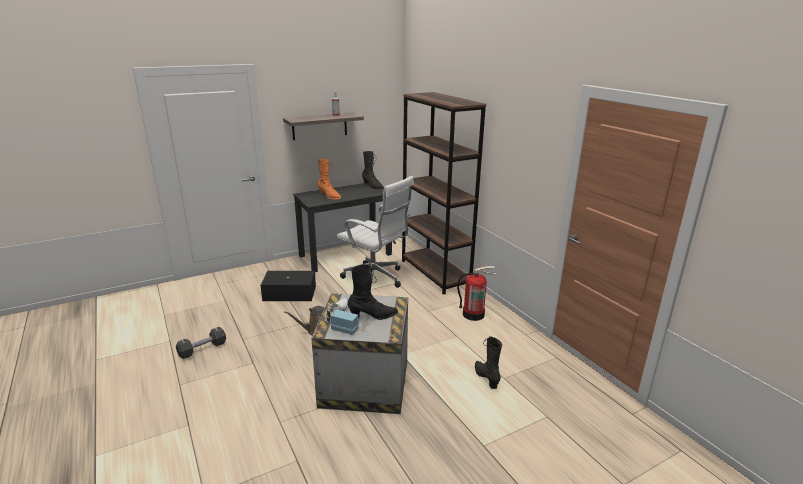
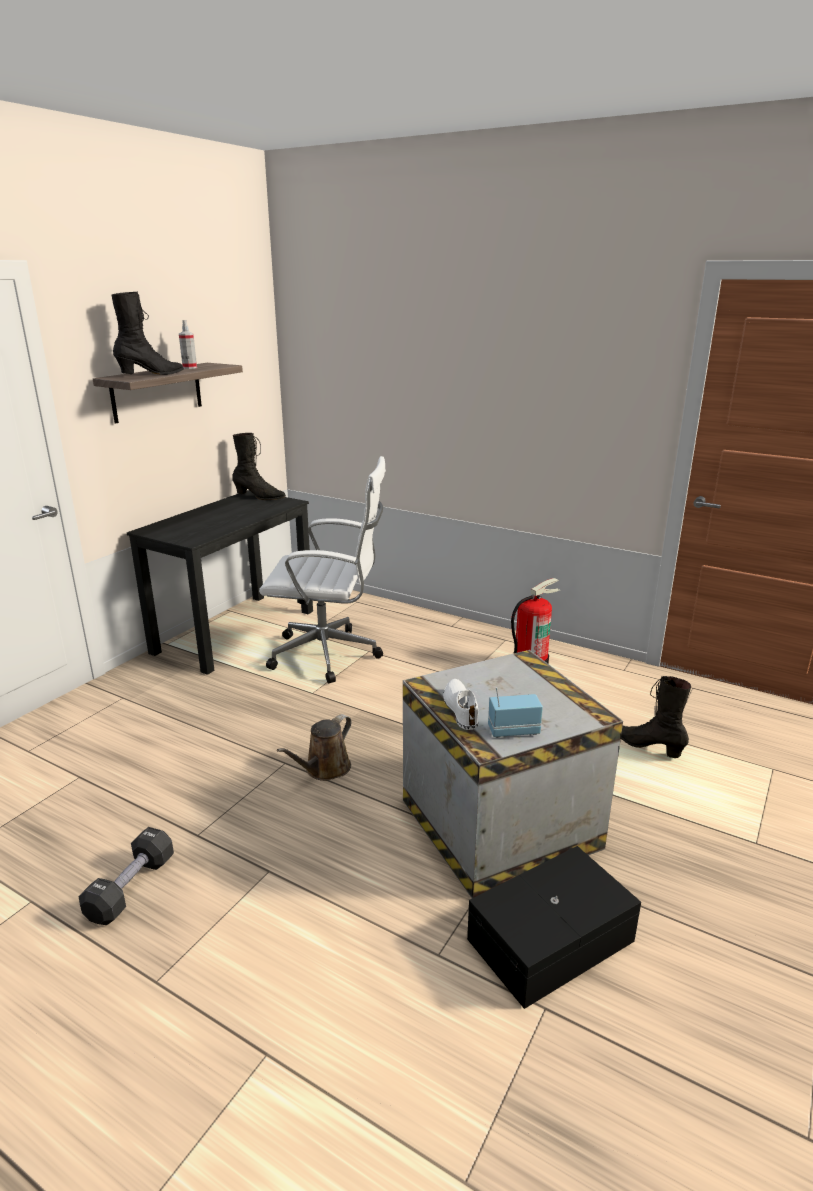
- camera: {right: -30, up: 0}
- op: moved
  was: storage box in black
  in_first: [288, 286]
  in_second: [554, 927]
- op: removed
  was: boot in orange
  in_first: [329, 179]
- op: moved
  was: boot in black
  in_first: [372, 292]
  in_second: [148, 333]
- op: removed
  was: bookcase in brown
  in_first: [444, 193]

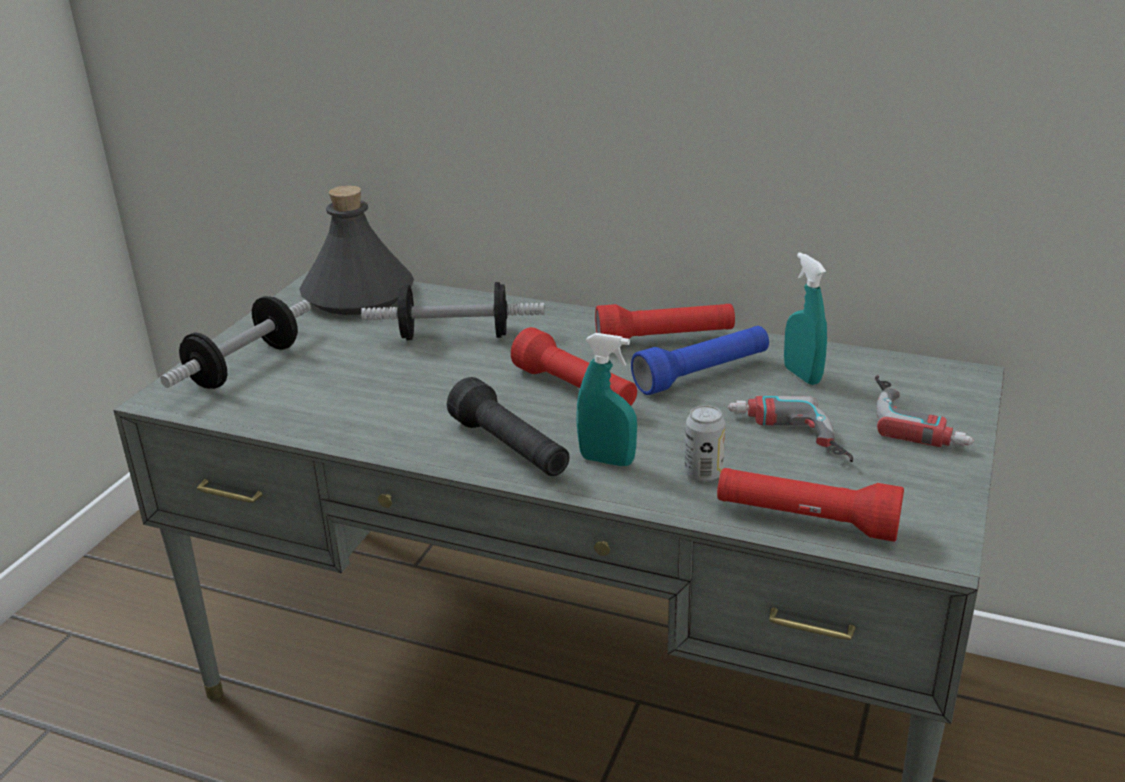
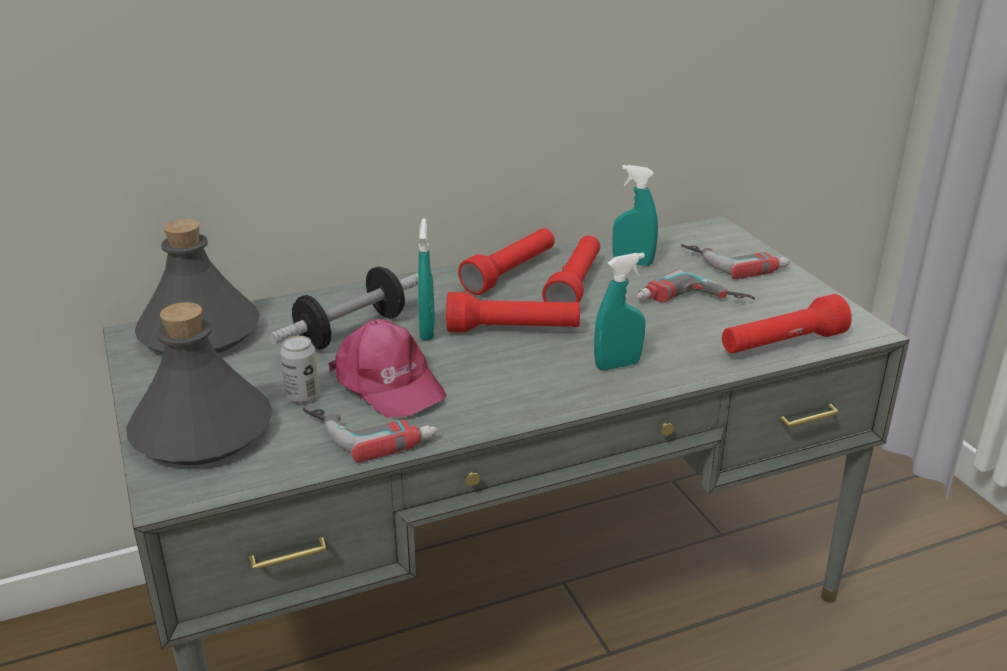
- camera: {right: -45, up: 0}
- op: replaced
  was: dumbbell
  now: bottle in grey
  in_first: [235, 342]
  in_second: [199, 383]
- op: removed
  was: flashlight in black
  in_first: [508, 426]
- op: recoloured
  was: flashlight in blue
  now: flashlight in red
  in_first: [700, 360]
  in_second: [571, 269]
- op: moved
  was: can
  in_first: [705, 443]
  in_second: [300, 369]
- op: added
  now: power drill
  in_second: [370, 435]
- op: added
  now: cap in pink
  in_second: [387, 368]
- op: added
  now: spray bottle in turquoise
  in_second: [426, 279]

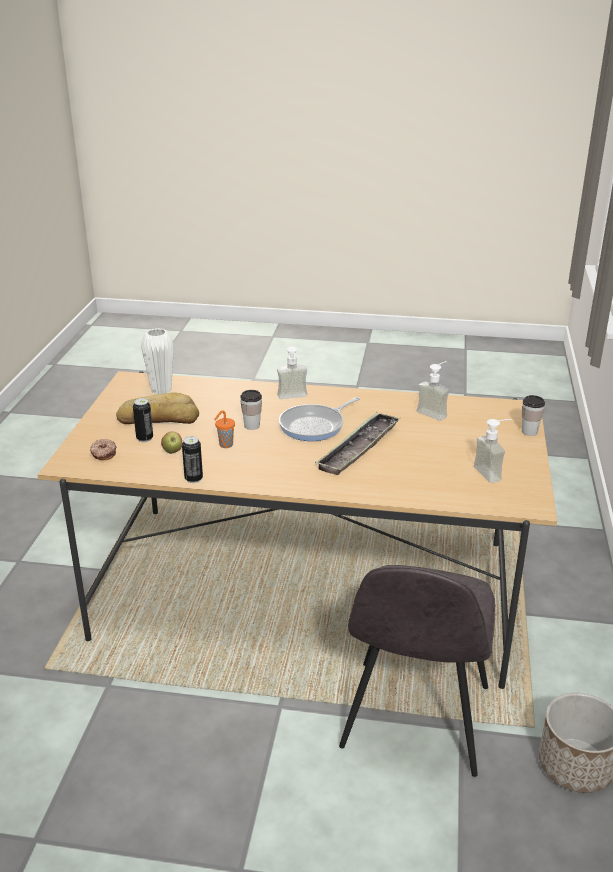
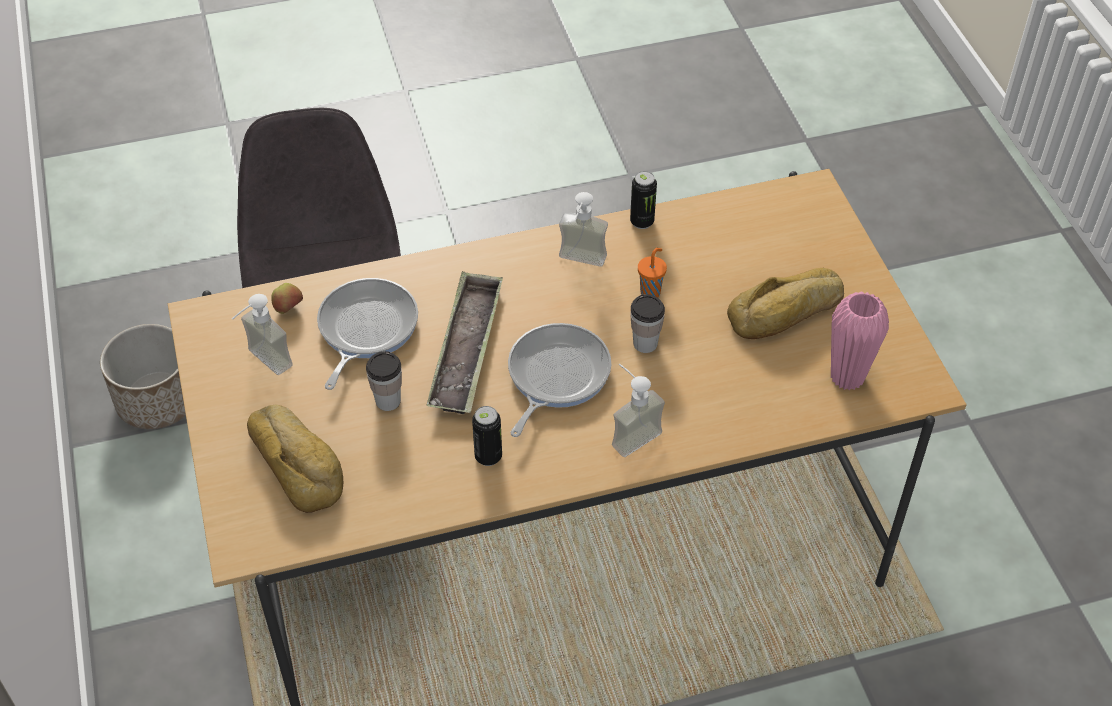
- camera: {right: 155, up: 20}
- op: removed
  was: donut
  in_first: [103, 450]
- op: moved
  was: can
  in_first: [143, 420]
  in_second: [487, 436]
- op: recoloured
  was: vase in white
  now: vase in pink
  in_first: [157, 361]
  in_second: [860, 341]
- op: moved
  was: apple
  in_first: [172, 443]
  in_second: [287, 298]
- op: moved
  was: soap dispenser
  in_first: [433, 391]
  in_second: [583, 229]
- op: moved
  was: cup
  in_first: [533, 415]
  in_second: [384, 381]
- op: added
  now: bread
  in_second: [295, 459]
- op: added
  now: frying pan
  in_second: [367, 334]

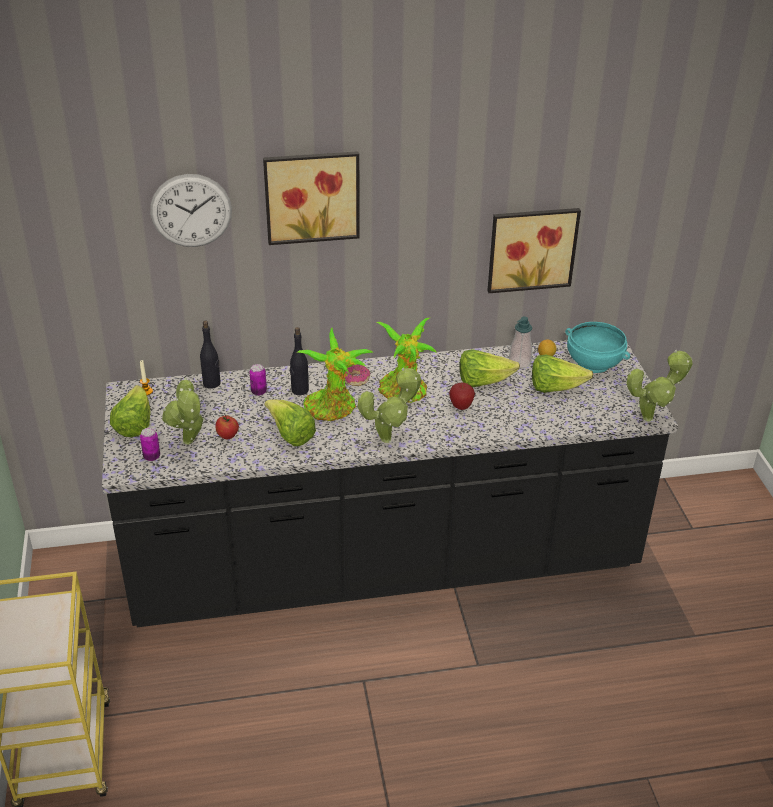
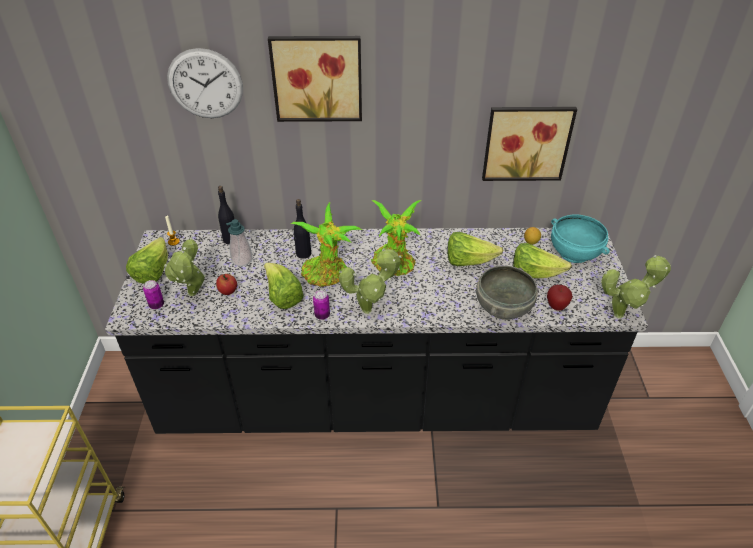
- camera: {right: 10, up: 5}
- op: moved
  was: can
  in_first: [258, 380]
  in_second: [321, 305]
- op: removed
  was: donut
  in_first: [357, 375]
- op: moved
  was: apple
  in_first: [462, 396]
  in_second: [560, 298]
- op: moved
  was: soap dispenser
  in_first: [520, 342]
  in_second: [239, 242]
- op: added
  now: bowl in grey
  in_second: [507, 293]

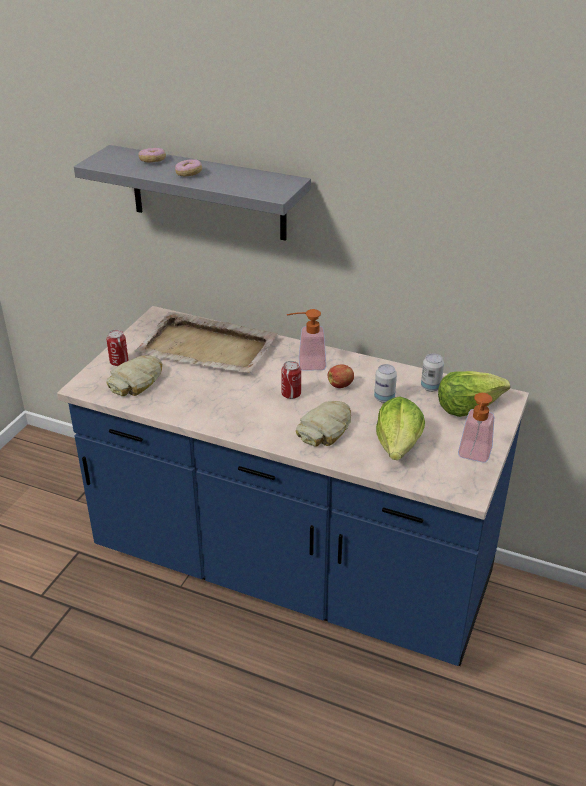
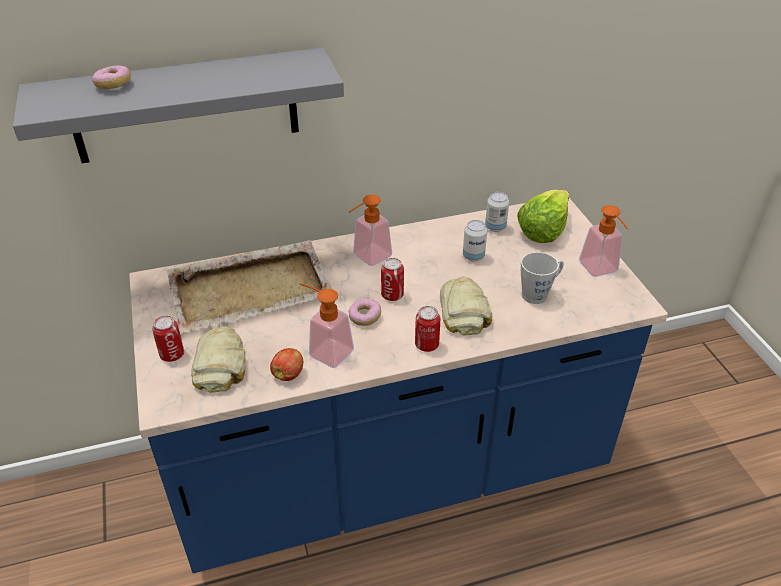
- camera: {right: -40, up: 5}
- op: moved
  was: donut
  in_first: [188, 167]
  in_second: [365, 312]
- op: moved
  was: apple
  in_first: [341, 376]
  in_second: [286, 364]
- op: replaced
  was: lettuce
  now: mug in grey
  in_first: [400, 428]
  in_second: [542, 278]
- op: added
  now: soap dispenser
  in_second: [327, 325]
- op: added
  now: can
  in_second: [427, 329]

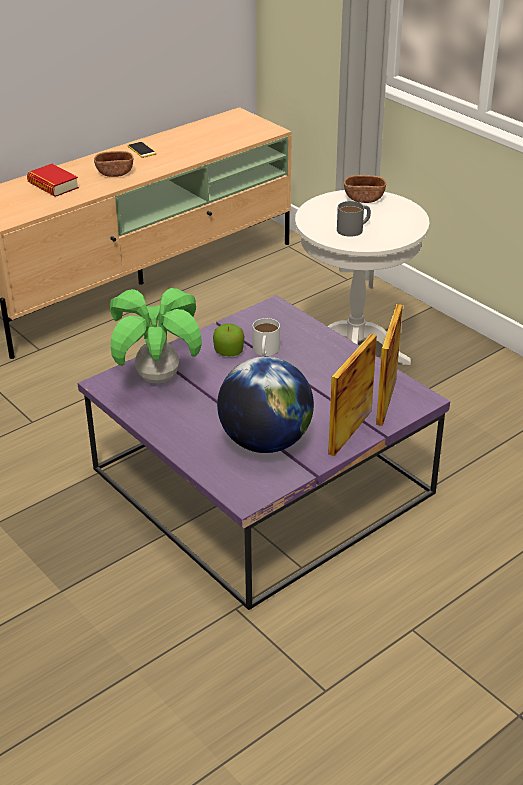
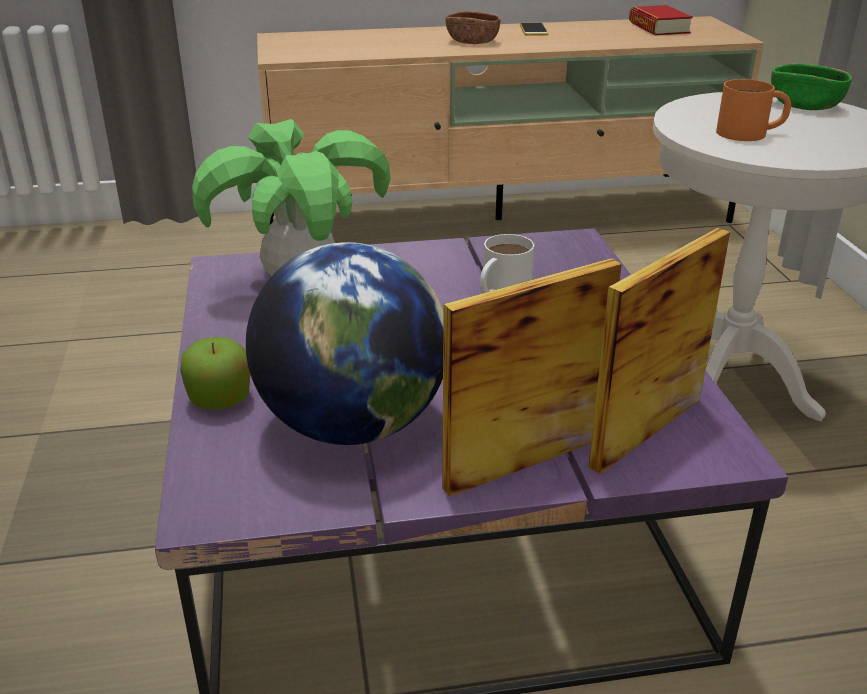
- camera: {right: 30, up: -5}
- op: moved
  was: book
  in_first: [53, 180]
  in_second: [661, 20]
- op: moved
  was: apple
  in_first: [228, 339]
  in_second: [215, 373]
- op: recoloured
  was: mug in grey
  now: mug in orange
  in_first: [354, 219]
  in_second: [753, 110]
- op: recoloured
  was: bowl in brown
  now: bowl in green
  in_first: [365, 189]
  in_second: [811, 86]

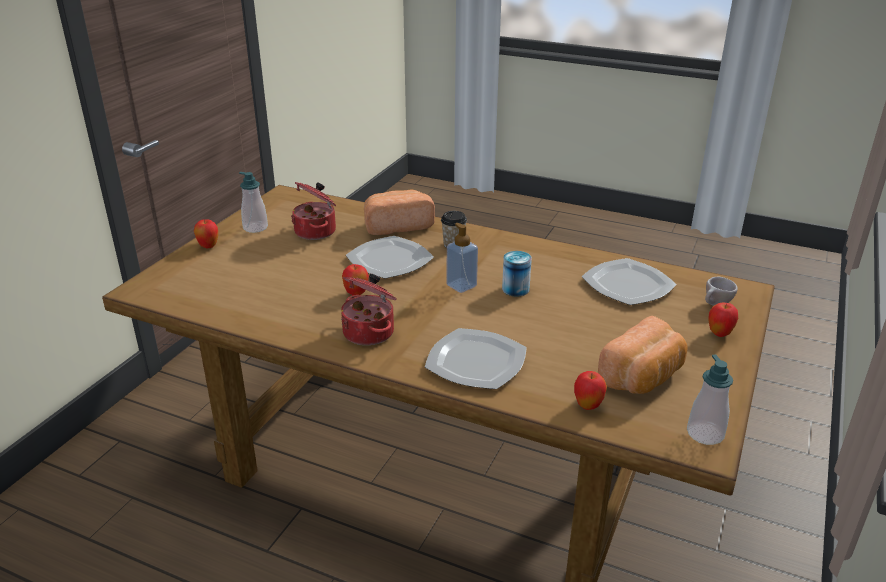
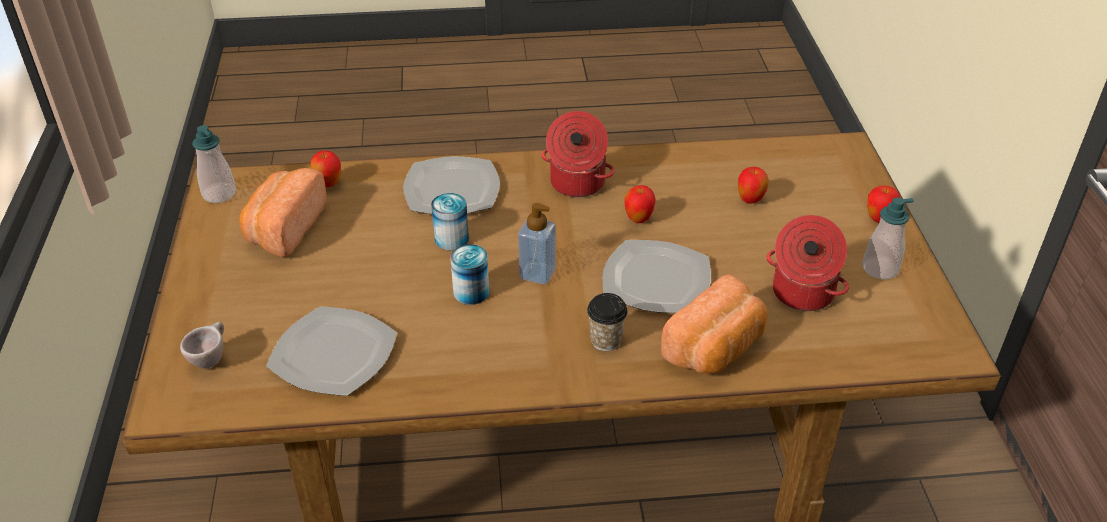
- camera: {right: 150, up: 10}
- op: moved
  was: apple
  in_first: [723, 320]
  in_second: [753, 185]
- op: added
  now: can
  in_second: [450, 221]

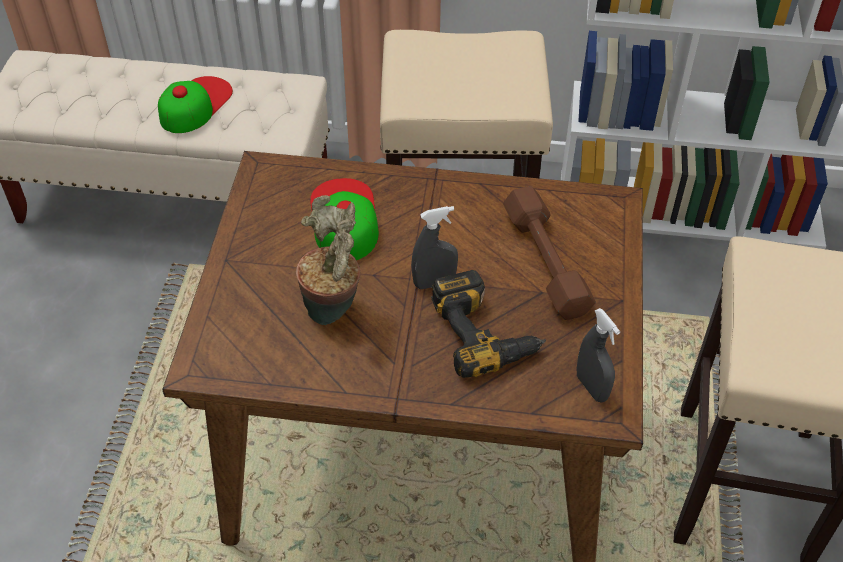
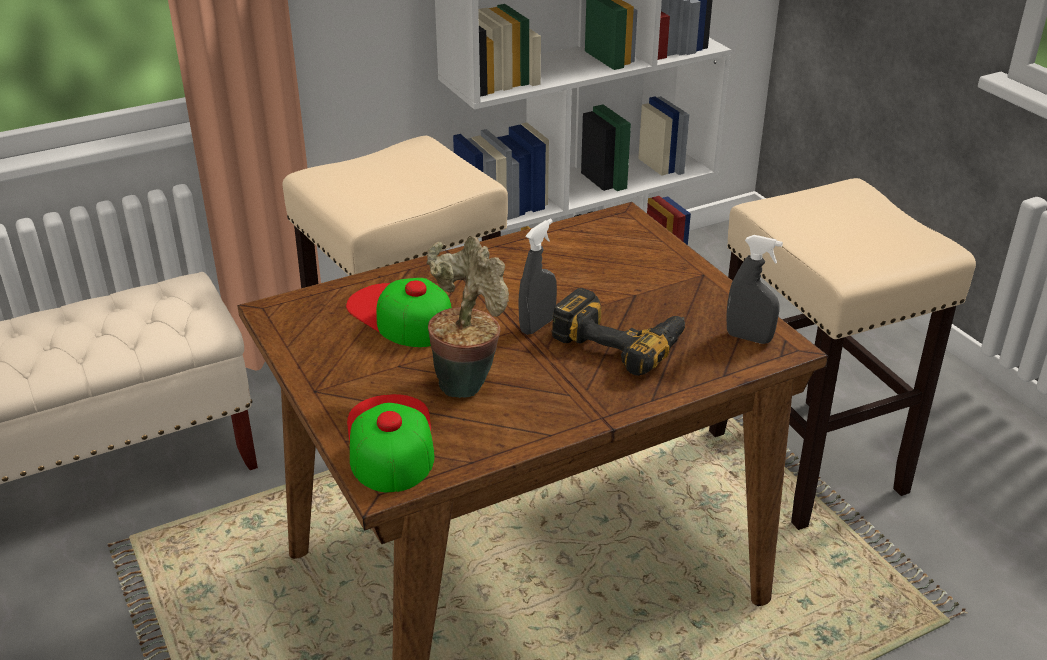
- camera: {right: -35, up: -15}
- op: moved
  was: cap
  in_first: [195, 104]
  in_second: [391, 443]
- op: removed
  was: dumbbell in brown
  in_first: [549, 253]

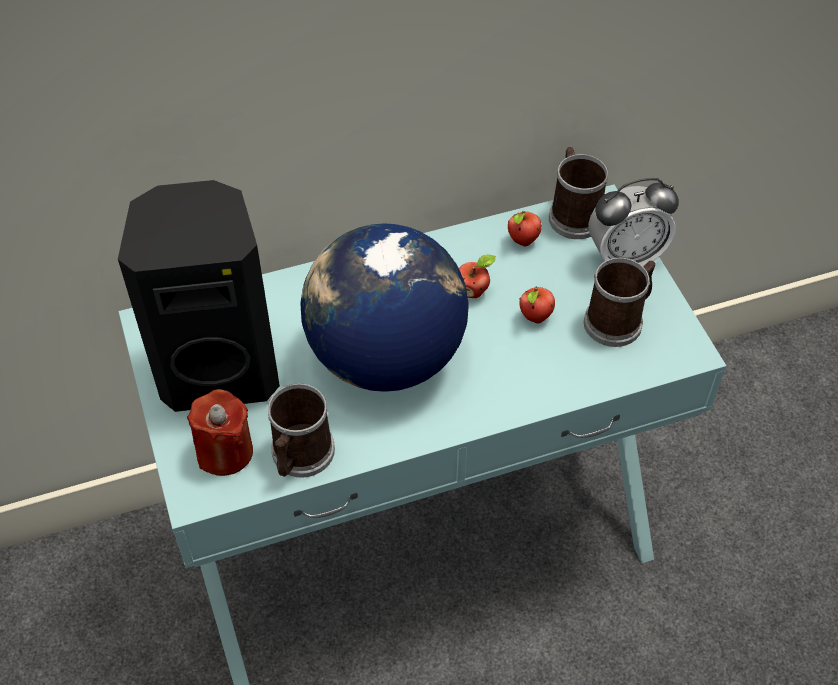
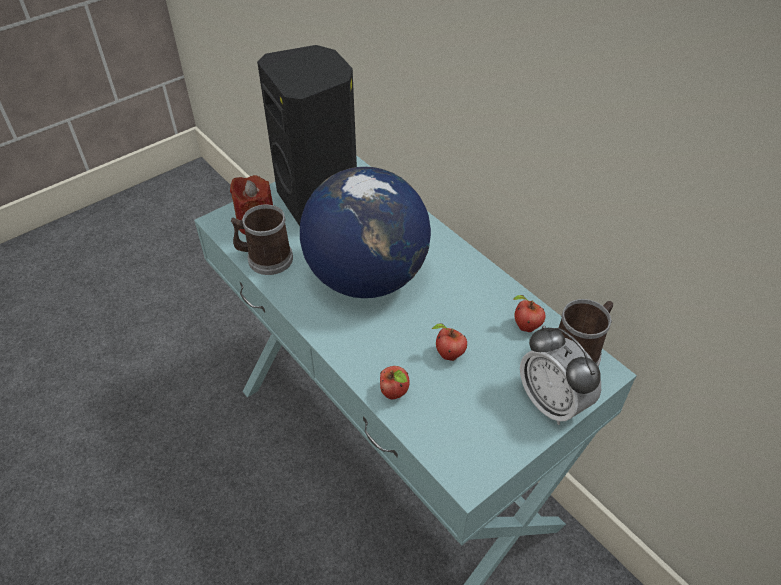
- camera: {right: 70, up: -5}
- op: moved
  was: apple
  in_first: [477, 276]
  in_second: [395, 382]
- op: removed
  was: mug
  in_first: [620, 302]

